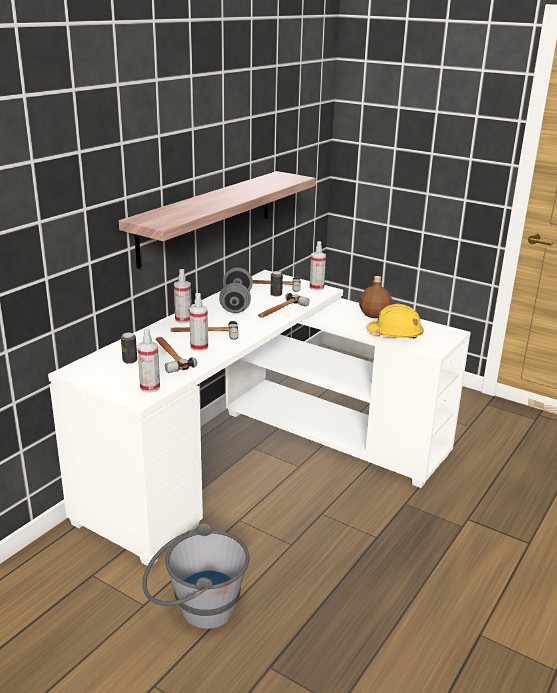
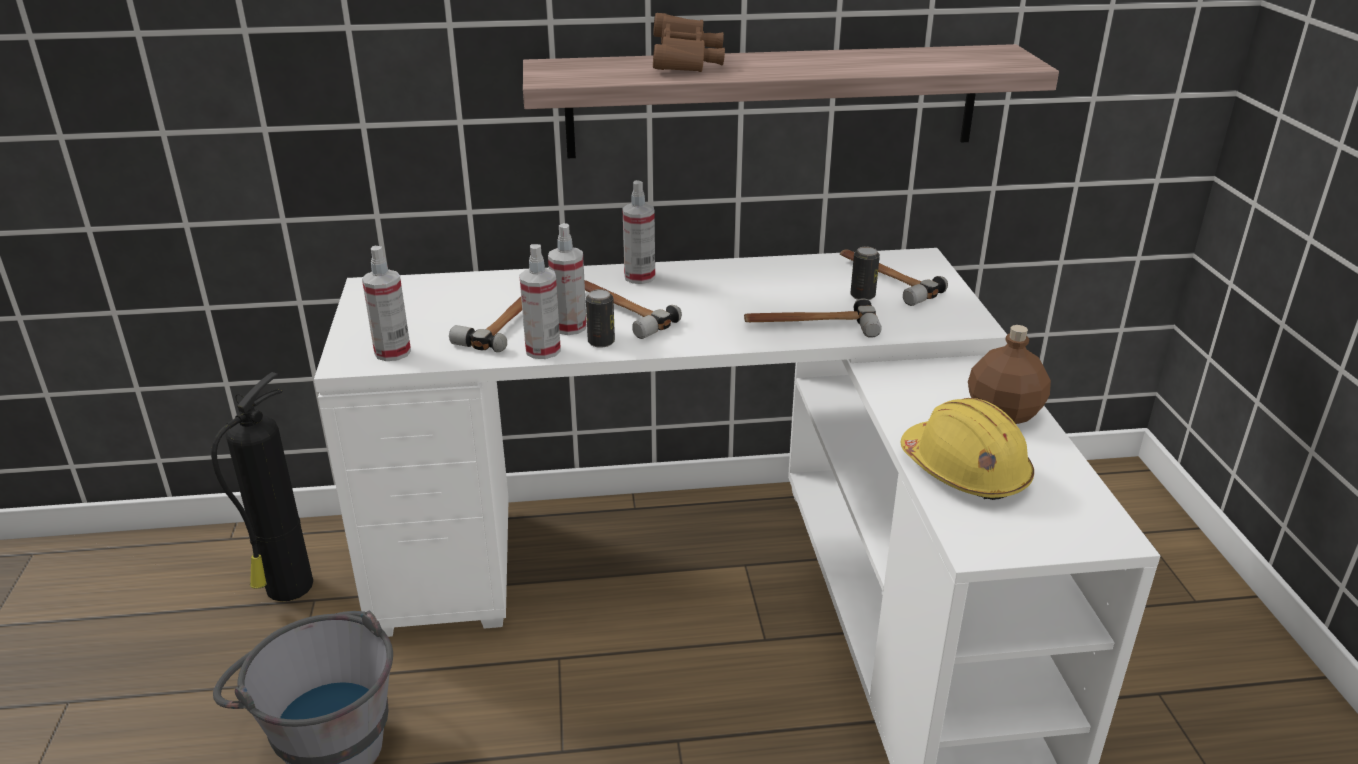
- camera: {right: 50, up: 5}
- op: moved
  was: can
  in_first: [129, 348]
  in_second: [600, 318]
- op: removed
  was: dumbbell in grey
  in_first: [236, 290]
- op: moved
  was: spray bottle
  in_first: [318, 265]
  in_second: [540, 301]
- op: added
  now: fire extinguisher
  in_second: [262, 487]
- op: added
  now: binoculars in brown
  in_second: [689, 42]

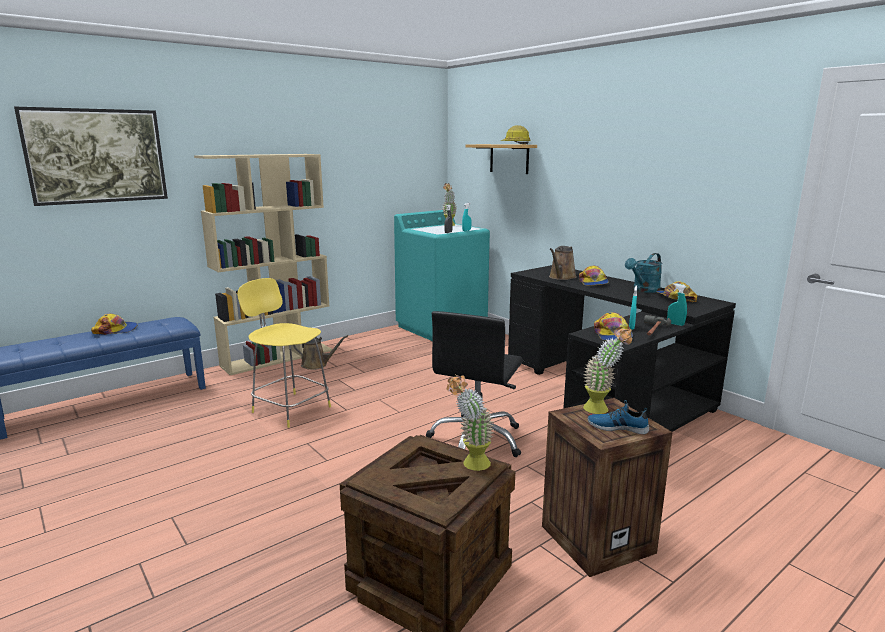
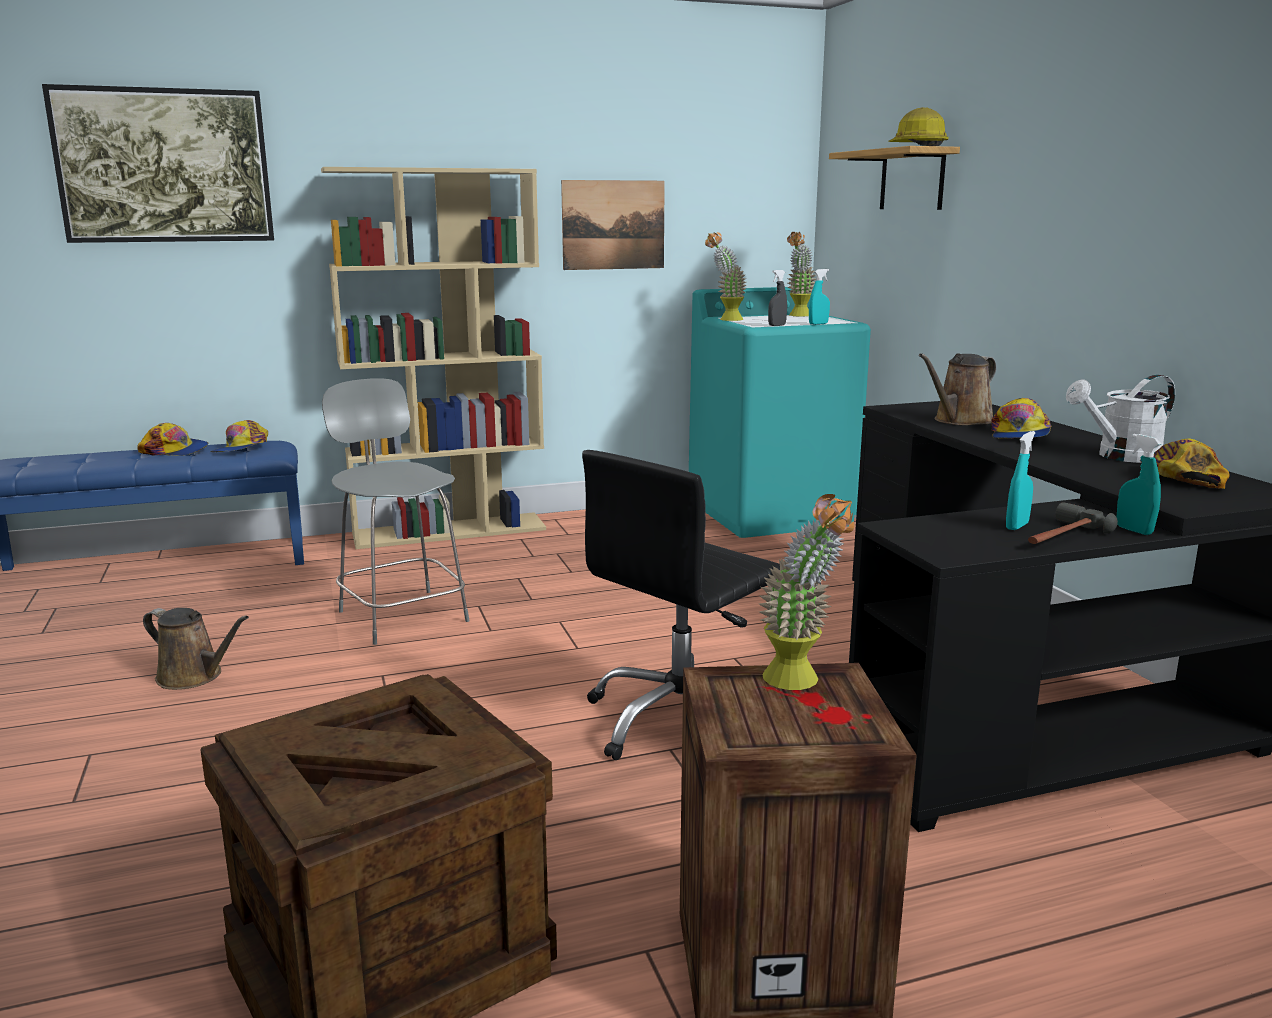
- camera: {right: 20, up: 0}
- op: recoloured
  was: stool in yellow
  now: stool in grey
  in_first: [284, 353]
  in_second: [395, 511]
- op: moved
  was: watering can in brown
  in_first: [320, 352]
  in_second: [196, 649]
- op: moved
  was: potted plant
  in_first: [470, 422]
  in_second: [725, 276]
- op: removed
  was: shoe
  in_first: [618, 417]
- op: moved
  was: cap
  in_first: [613, 326]
  in_second: [239, 436]
- op: recoloured
  was: watering can in turquoise
  now: watering can in white
  in_first: [643, 273]
  in_second: [1120, 419]
- op: added
  now: picture
  in_second: [613, 225]

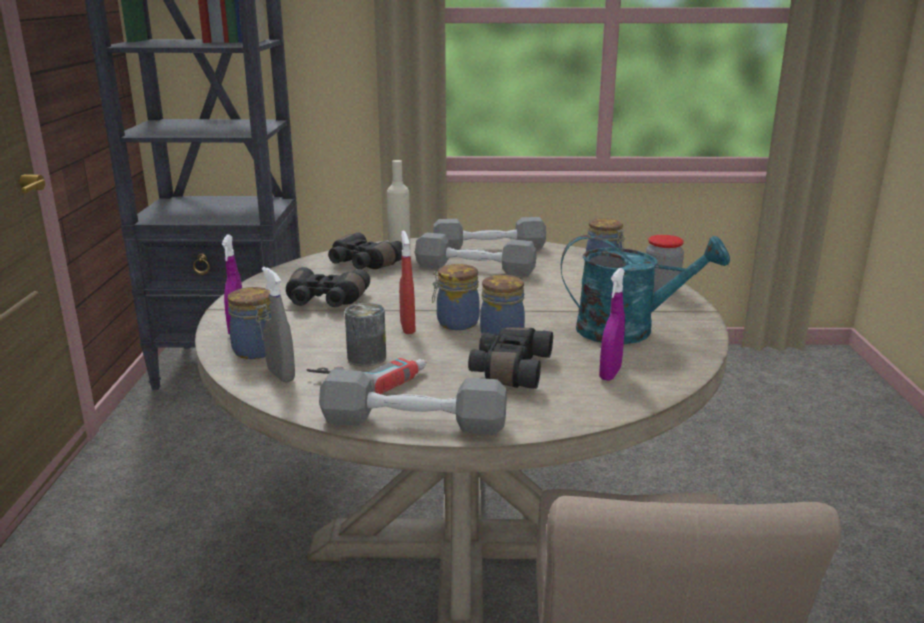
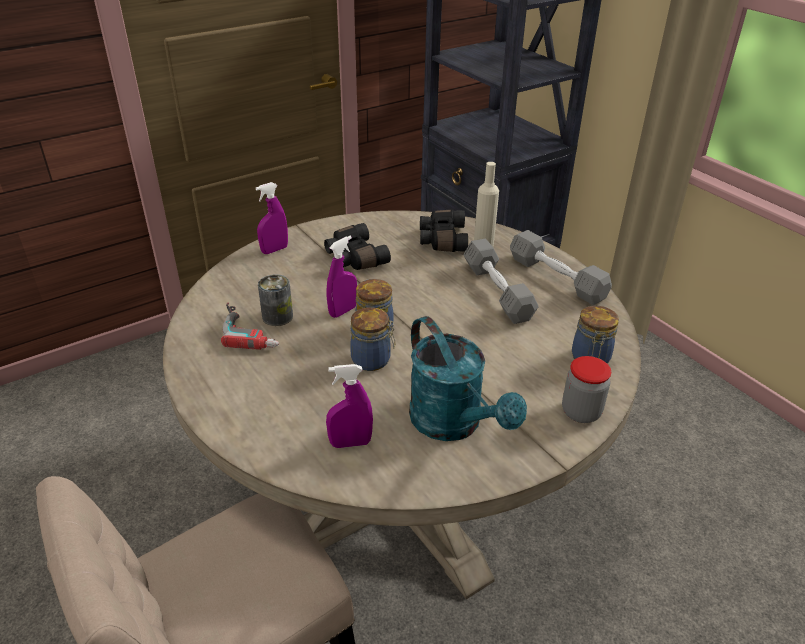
- camera: {right: 55, up: 15}
- op: removed
  was: jar
  in_first: [249, 323]
- op: removed
  was: spray bottle in grey
  in_first: [278, 325]
- op: removed
  was: dumbbell in grey
  in_first: [413, 402]
- op: recoloured
  was: spray bottle in red
  now: spray bottle in purple
  in_first: [407, 282]
  in_second: [342, 277]
- op: removed
  was: binoculars in black
  in_first: [510, 358]

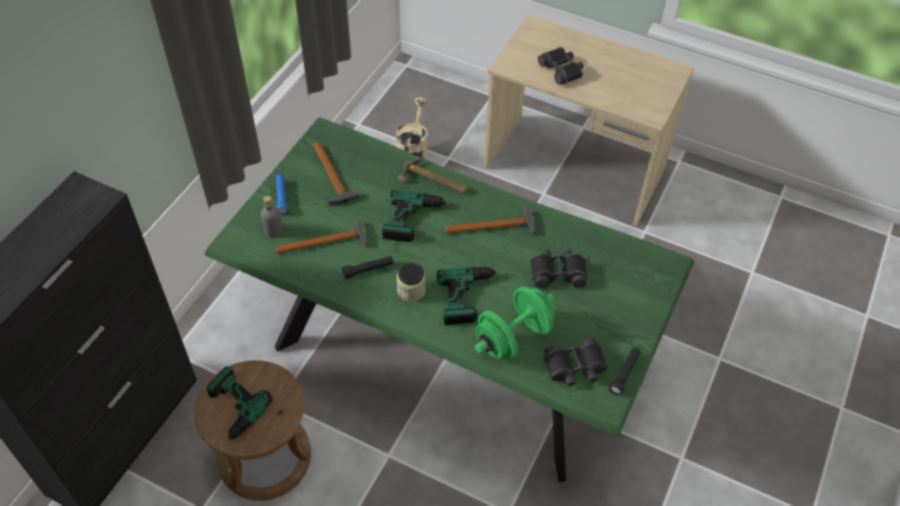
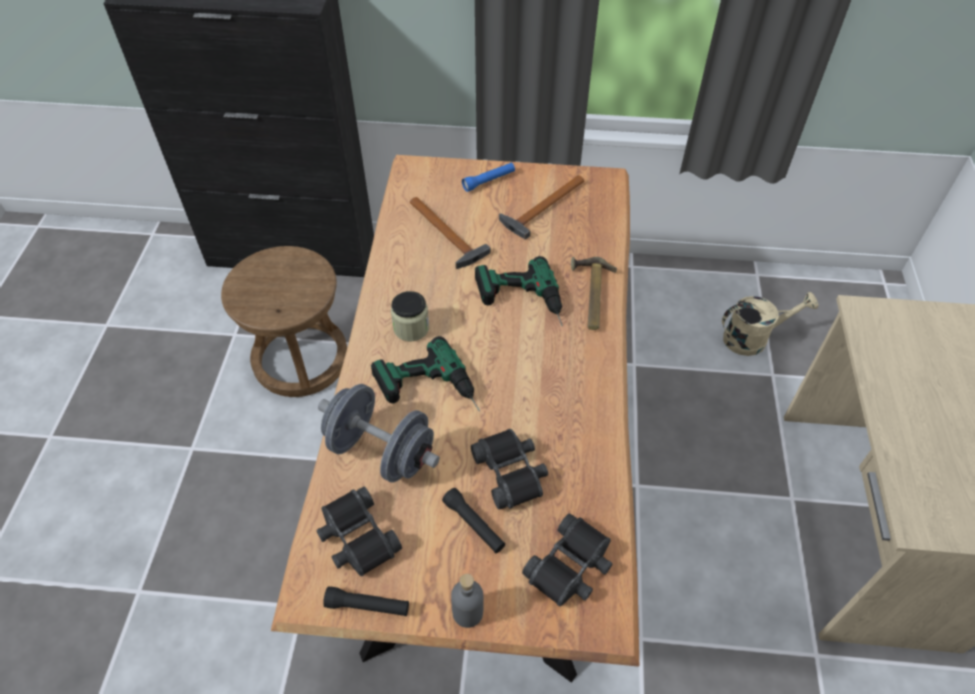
- camera: {right: 70, up: 0}
- op: recoloured
  was: dining table in green
  now: dining table in brown
  in_first: [449, 299]
  in_second: [455, 419]
- op: removed
  was: power drill
  in_first: [240, 407]
- op: moved
  was: bottle in grey
  in_first: [272, 217]
  in_second: [467, 601]
- op: moved
  was: flashlight in black
  in_first: [367, 267]
  in_second: [473, 520]
- op: removed
  was: hammer
  in_first: [490, 221]
- op: recoloured
  was: dumbbell in green
  now: dumbbell in grey
  in_first: [515, 323]
  in_second: [379, 433]
- op: moved
  was: binoculars in black
  in_first: [561, 66]
  in_second: [567, 559]

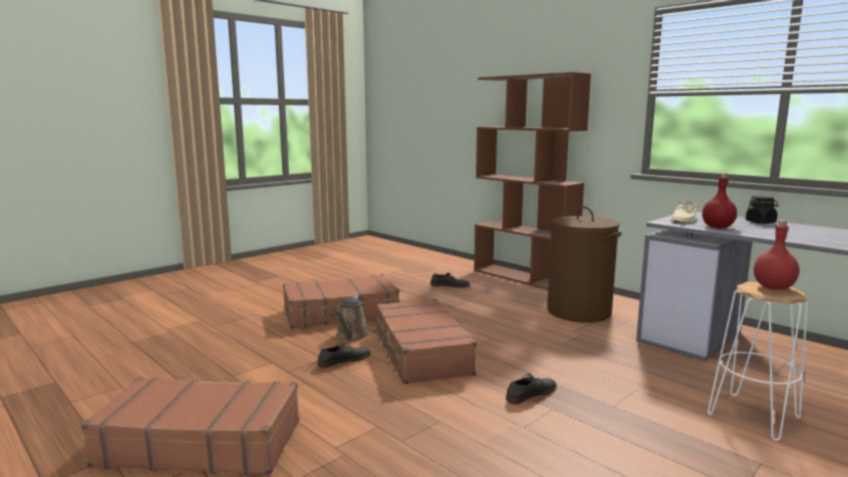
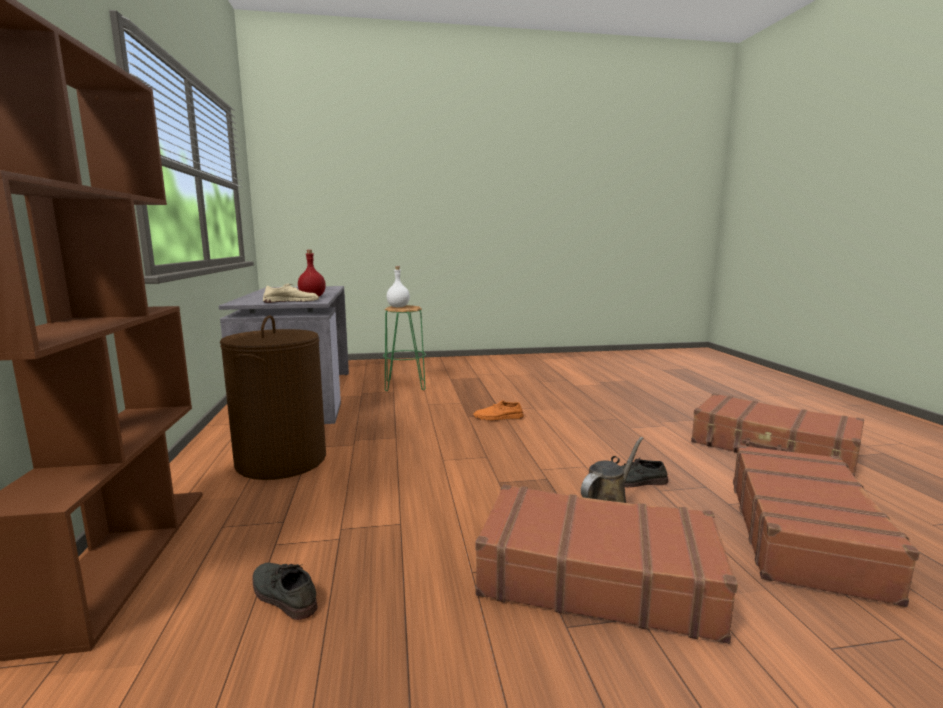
- camera: {right: -145, up: 0}
- op: moved
  was: suitcase in brown
  in_first: [425, 341]
  in_second: [826, 526]
- op: recoloured
  was: shoe in grey
  now: shoe in orange
  in_first: [531, 388]
  in_second: [498, 410]
- op: recoloured
  was: stool in white
  now: stool in green
  in_first: [758, 361]
  in_second: [404, 348]
- op: removed
  was: jar in black
  in_first: [762, 210]
- op: recoloured
  was: bottle in red
  now: bottle in white
  in_first: [776, 255]
  in_second: [398, 286]

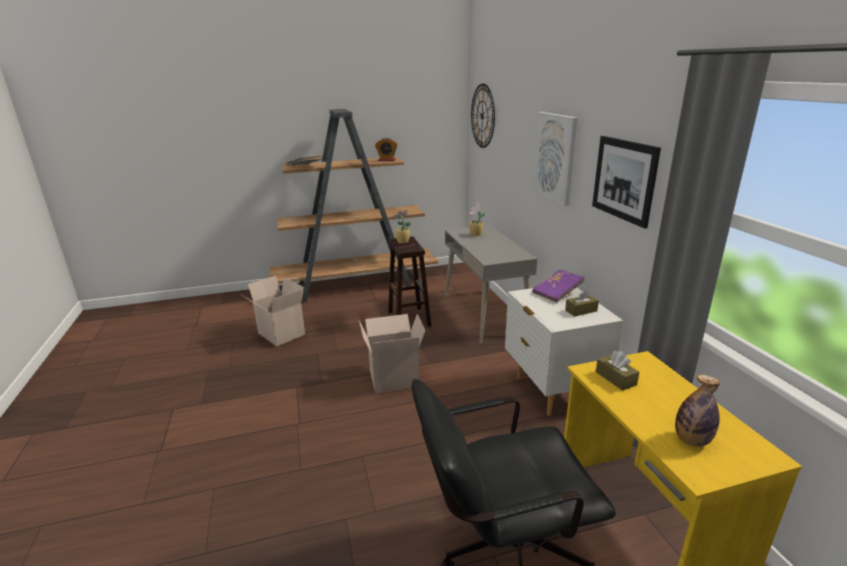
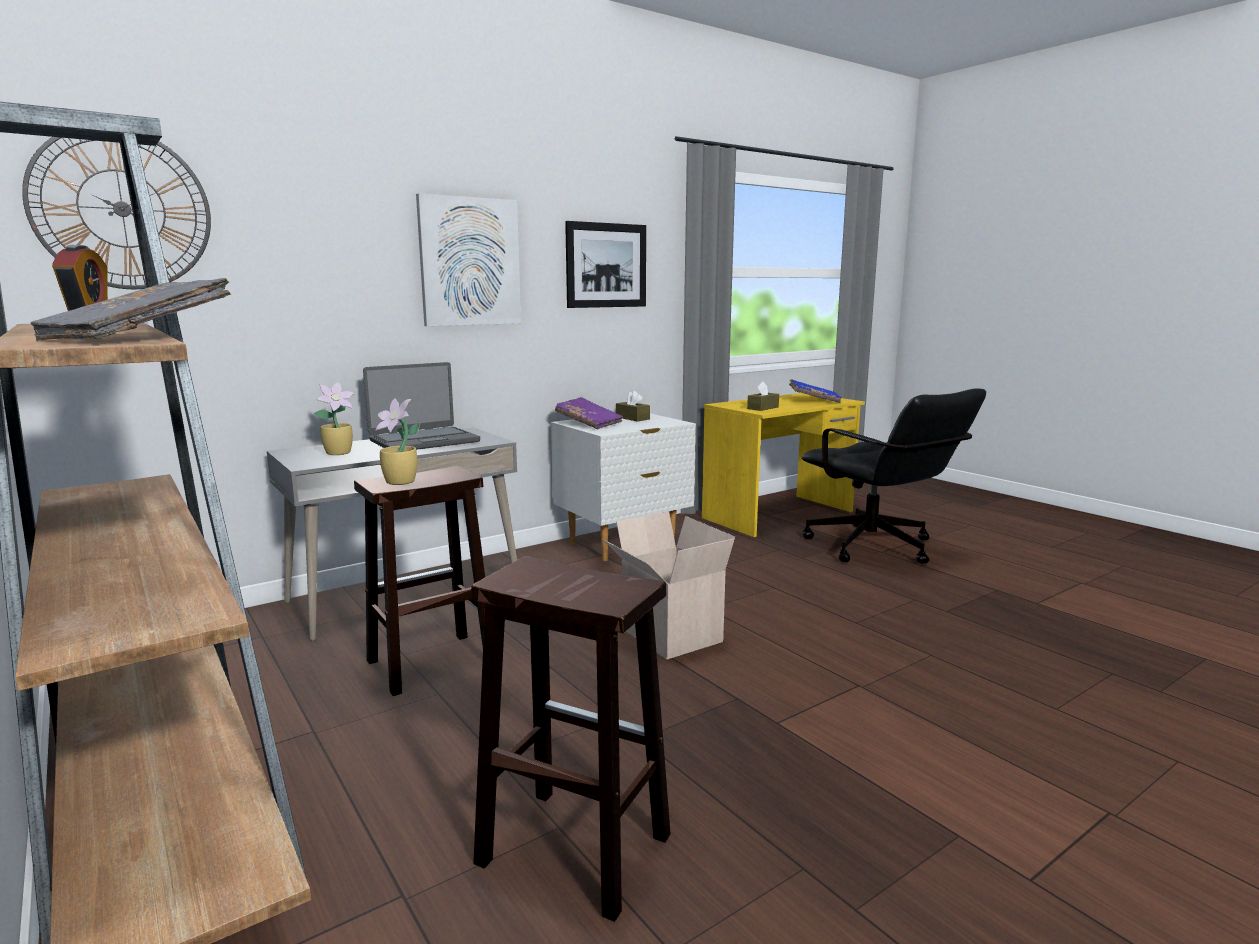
- camera: {right: -110, up: -10}
- op: replaced
  was: cardboard box
  now: stool in brown
  in_first: [273, 311]
  in_second: [571, 739]
- op: replaced
  was: bottle
  now: book in blue
  in_first: [697, 411]
  in_second: [815, 391]
- op: added
  now: laptop
  in_second: [421, 406]

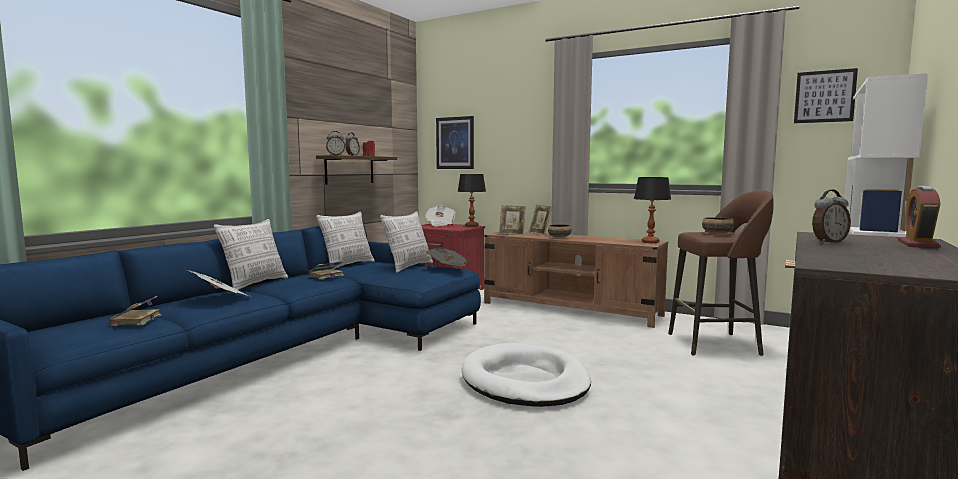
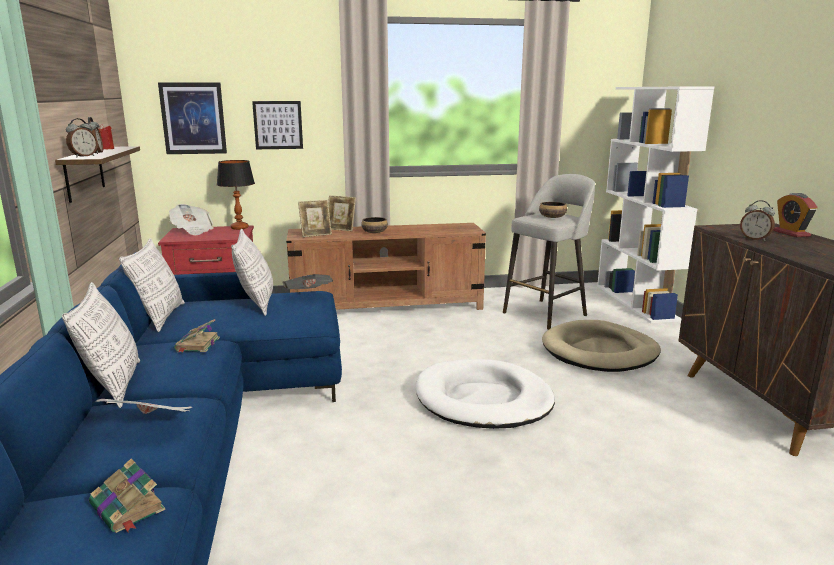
- camera: {right: -40, up: 10}
- op: removed
  was: table lamp
  in_first: [652, 210]
- op: recoloured
  was: stool in brown
  now: stool in grey
  in_first: [720, 273]
  in_second: [549, 252]
- op: moved
  was: picture
  in_first: [826, 95]
  in_second: [277, 125]
- op: turned
  was: alarm clock
  in_first: [831, 216]
  in_second: [757, 220]
  clockwise: 105
- op: added
  now: dog bed in beige
  in_second: [601, 346]

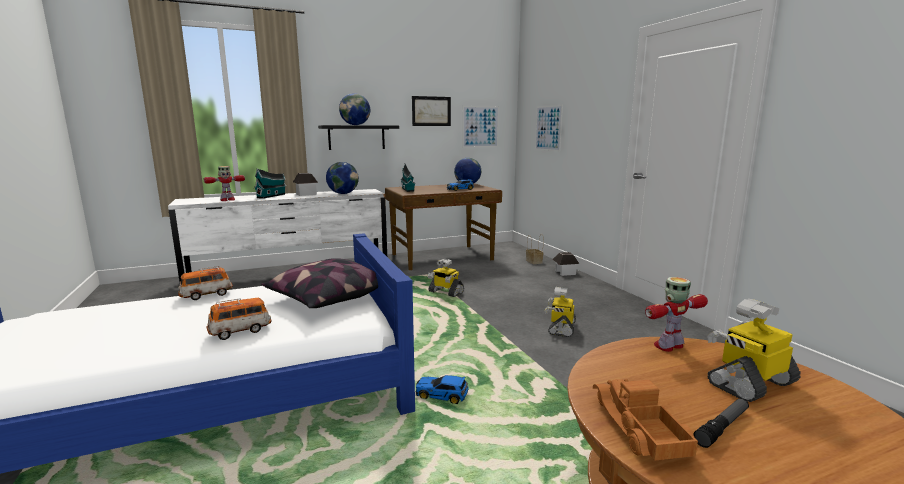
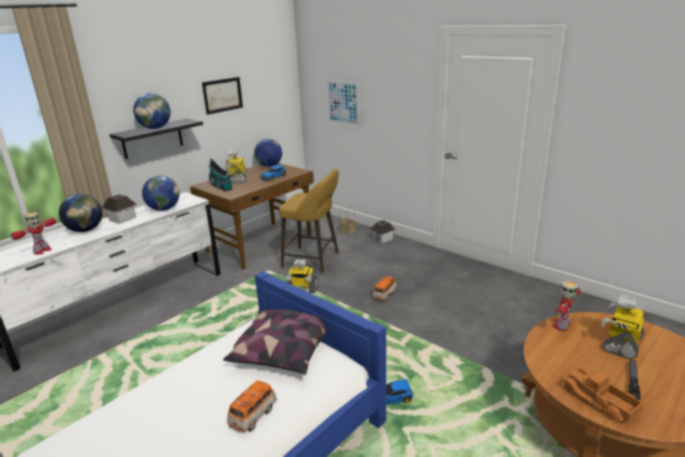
- camera: {right: -25, up: 10}
- op: moved
  was: toy car
  in_first: [205, 283]
  in_second: [384, 287]
- op: replaced
  was: toy house
  now: globe
  in_first: [270, 183]
  in_second: [80, 213]
- op: removed
  was: picture
  in_first: [480, 127]
- op: moved
  was: toy robot
  in_first: [560, 312]
  in_second: [235, 166]
- op: added
  now: stool in yellow
  in_second: [309, 221]

